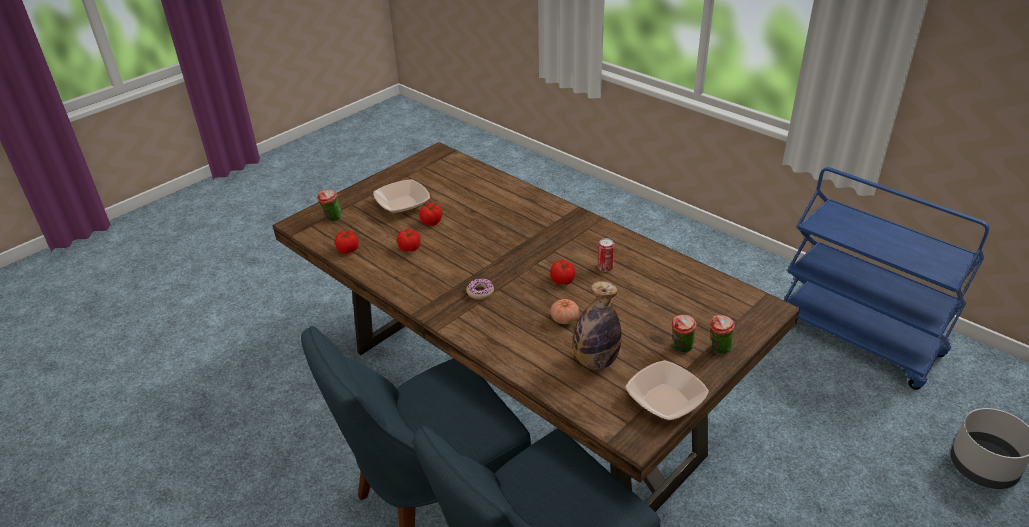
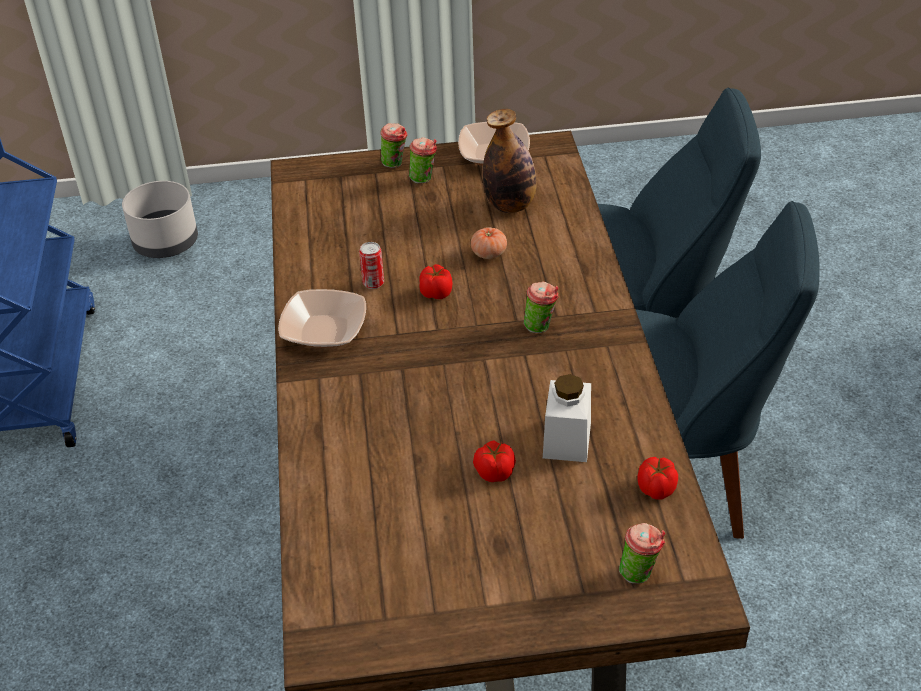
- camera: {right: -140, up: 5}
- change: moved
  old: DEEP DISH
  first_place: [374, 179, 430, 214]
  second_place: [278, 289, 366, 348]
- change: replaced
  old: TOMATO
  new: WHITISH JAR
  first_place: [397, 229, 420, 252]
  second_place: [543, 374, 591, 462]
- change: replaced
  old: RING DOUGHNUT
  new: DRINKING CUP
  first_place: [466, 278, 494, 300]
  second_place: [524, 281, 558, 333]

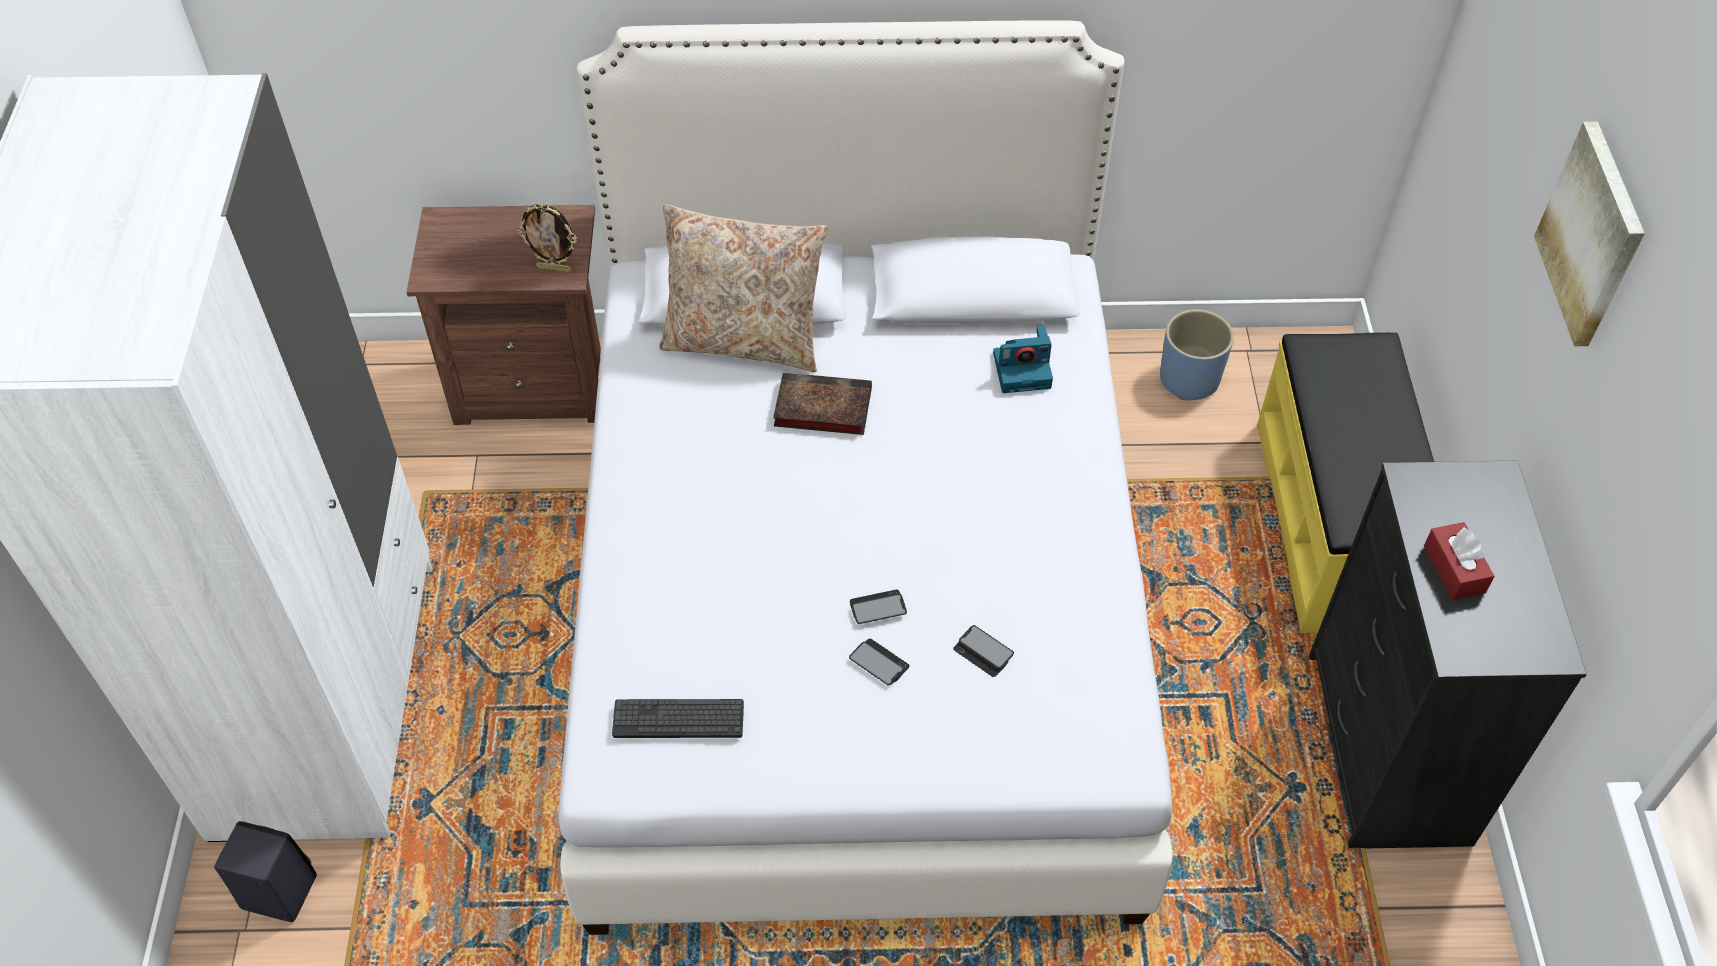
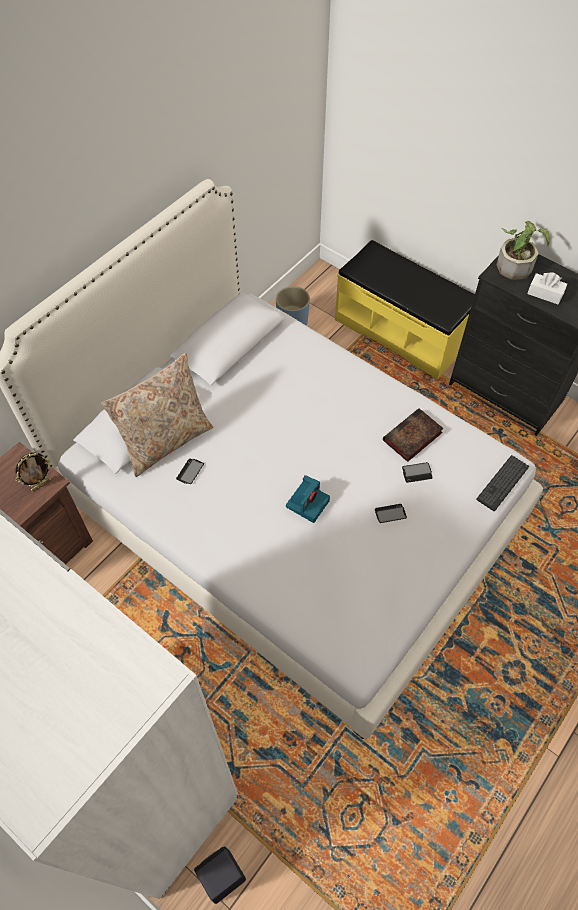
- camera: {right: -50, up: 5}
- change: removed
  old: WALL PICTURE
  first_place: [1534, 122, 1645, 346]
- change: moved
  old: STILL CAMERA
  first_place: [993, 325, 1053, 393]
  second_place: [286, 475, 330, 523]
- change: moved
  old: VOLUME
  first_place: [773, 372, 872, 435]
  second_place: [383, 408, 444, 462]
- change: recoloured
  old: RED-COLOURED TISSUE BOX
  new: WHITISH TISSUE BOX
  first_place: [1424, 522, 1494, 600]
  second_place: [527, 272, 567, 304]
- change: moved
  old: TELEPHONE
  first_place: [850, 589, 907, 624]
  second_place: [176, 459, 204, 484]
- change: moved
  old: COMPUTER KEYBOARD
  first_place: [612, 699, 744, 738]
  second_place: [476, 455, 529, 511]
- change: added
  new: HOUSEPLANT
  second_place: [496, 221, 550, 280]

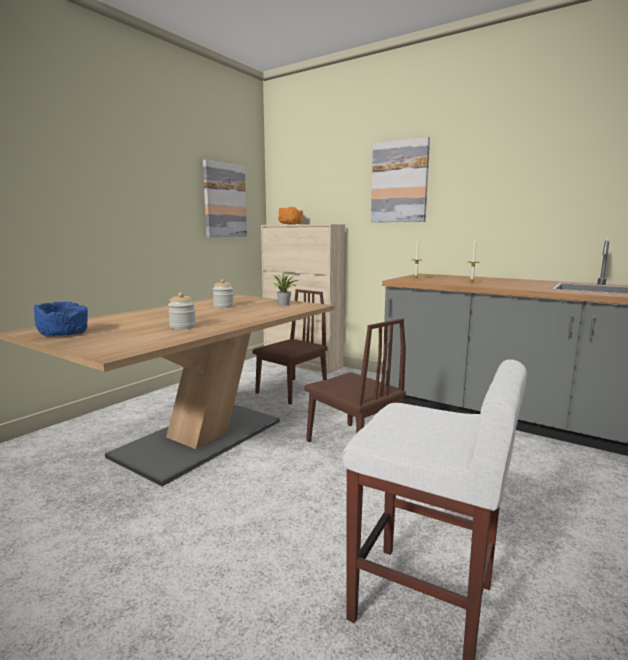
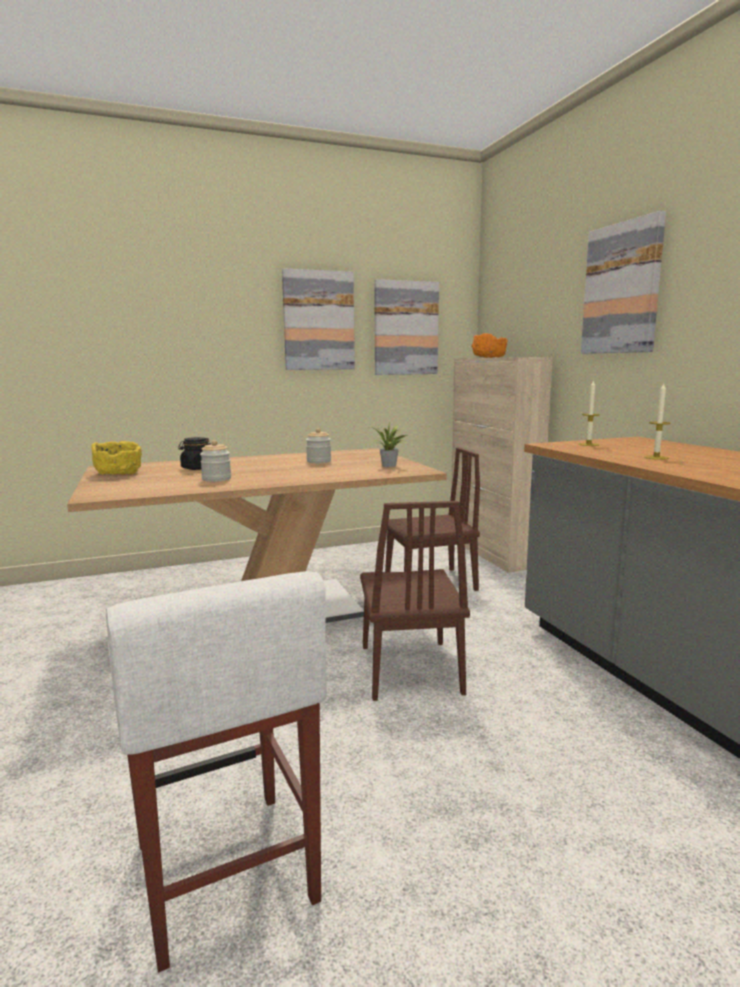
- camera: {right: 35, up: 0}
- change: recoloured
  old: BLUISH DEEP DISH
  new: YELLOW DEEP DISH
  first_place: [34, 302, 88, 337]
  second_place: [91, 441, 142, 475]
- change: added
  new: WALL PICTURE
  second_place: [282, 268, 355, 370]
- change: added
  new: BLACK JAR
  second_place: [178, 437, 211, 470]

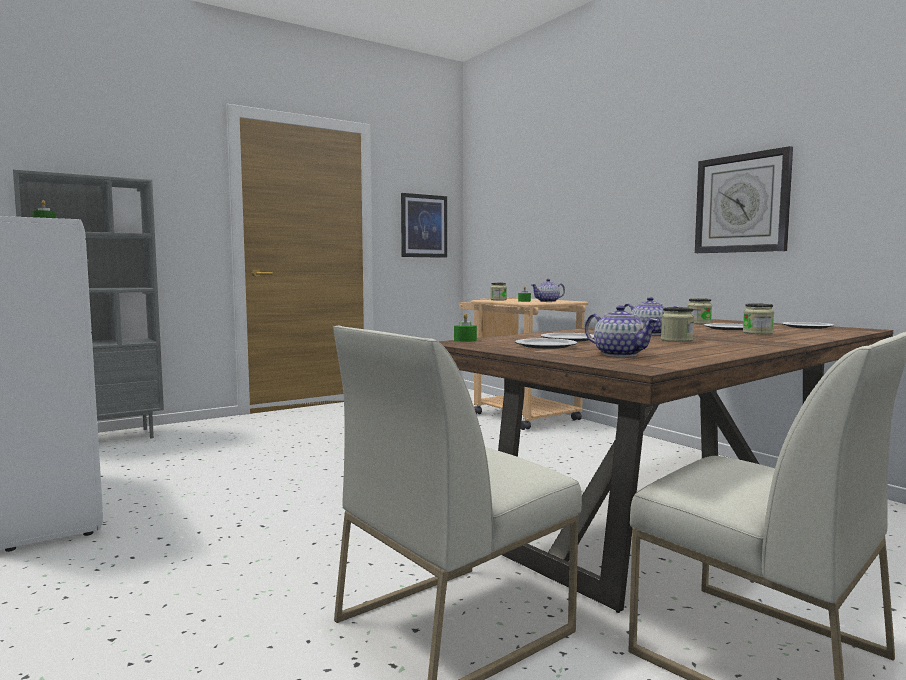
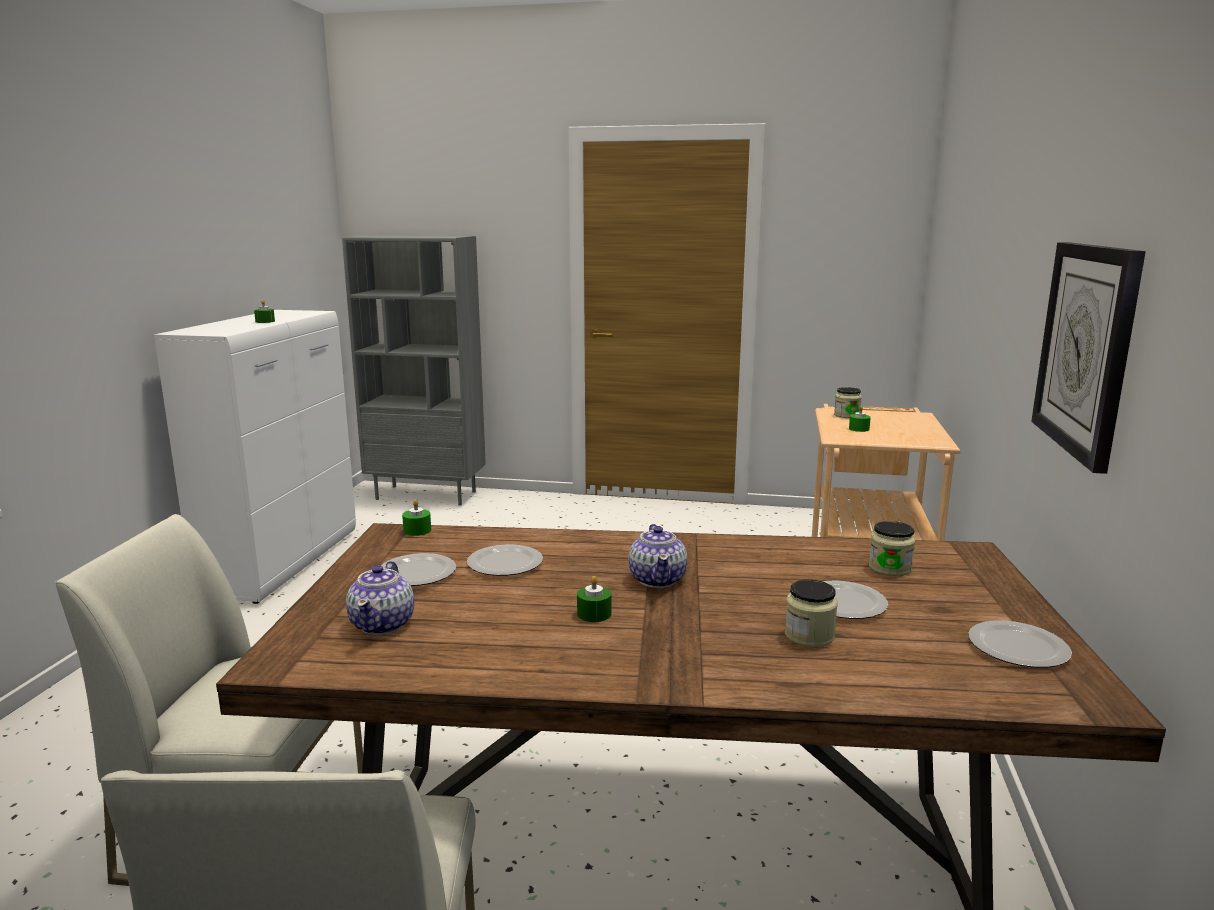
- camera: {right: 45, up: 10}
- change: removed
  old: WALL PICTURE
  first_place: [401, 193, 447, 258]
- change: removed
  old: TEA POT
  first_place: [531, 279, 565, 302]
- change: replaced
  old: JAR
  new: GREENISH CANDLE
  first_place: [661, 307, 694, 342]
  second_place: [577, 576, 611, 622]

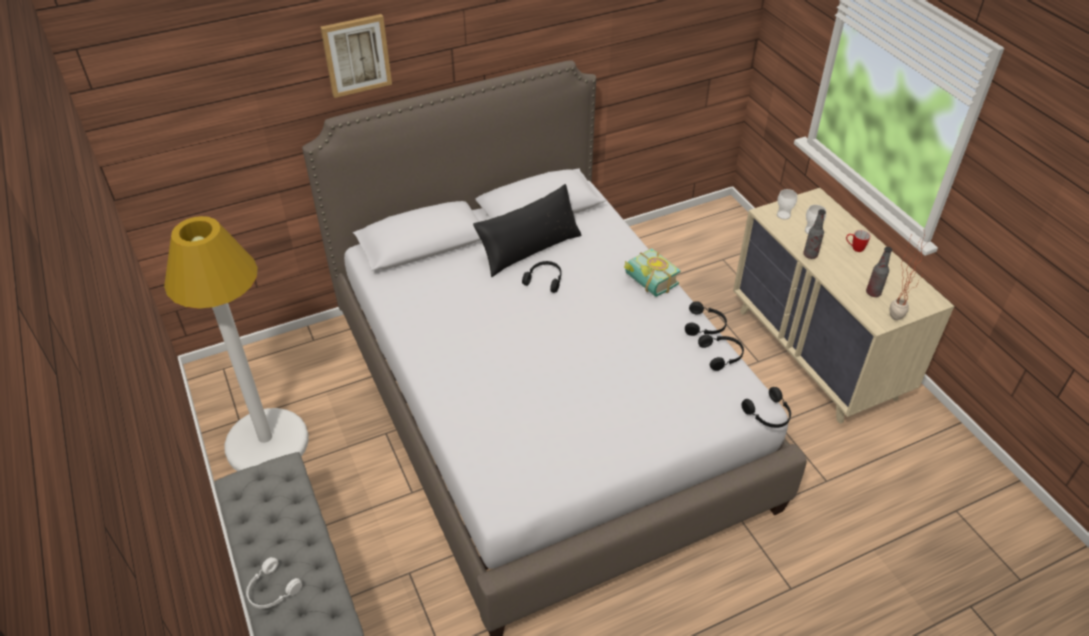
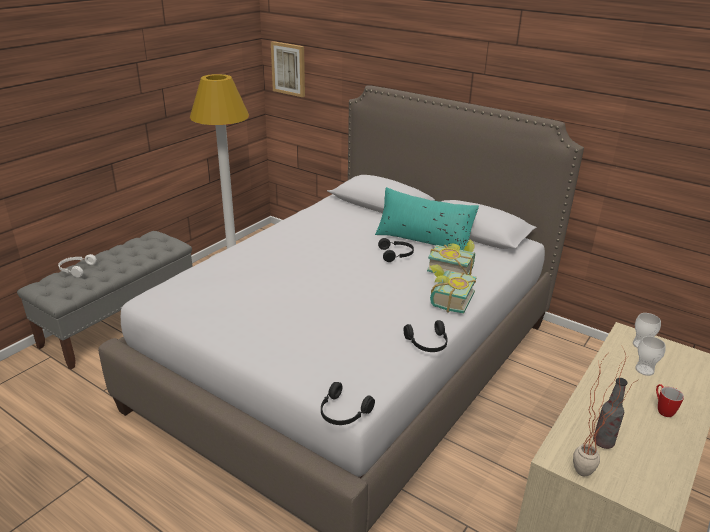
- camera: {right: 60, up: -15}
- change: moved
  old: WALL PICTURE
  first_place: [320, 14, 392, 98]
  second_place: [271, 41, 305, 97]
- change: recoloured
  old: BLACK CUSHION
  new: TURQUOISE CUSHION
  first_place: [473, 184, 582, 277]
  second_place: [375, 187, 479, 250]
- change: removed
  old: BOTTLE
  first_place: [803, 209, 826, 259]
- change: removed
  old: BLACK HEADPHONES
  first_place: [698, 334, 744, 371]
- change: added
  new: VOLUME
  second_place: [427, 240, 475, 275]

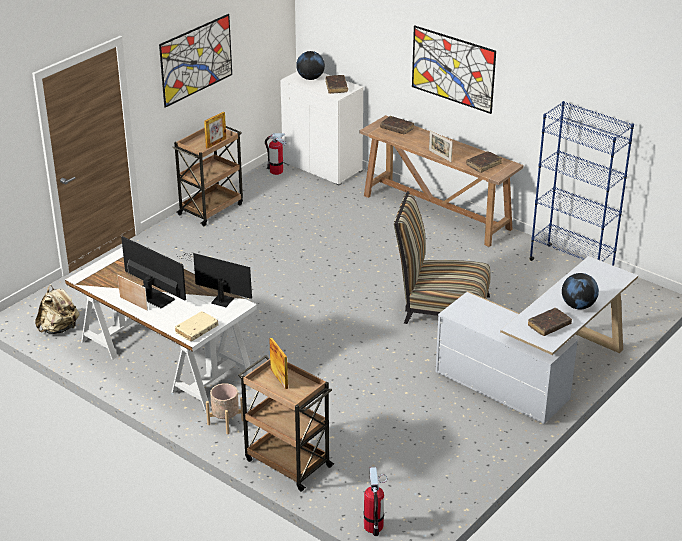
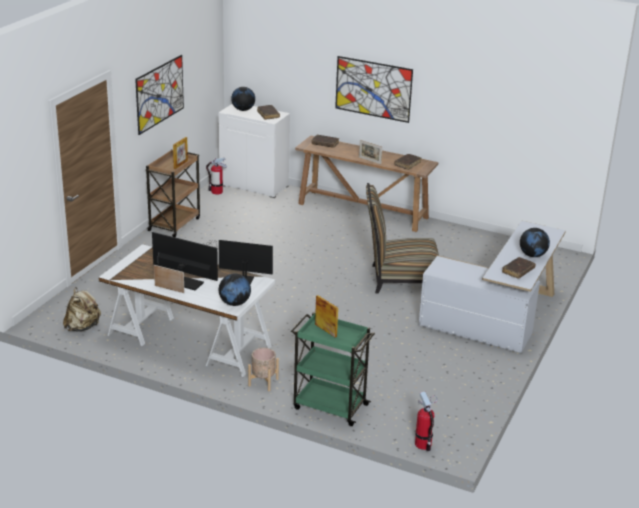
- camera: {right: -15, up: -5}
- change: removed
  old: BLUISH BOOKCASE
  first_place: [529, 101, 634, 266]
- change: replaced
  old: SAND-COLOURED VOLUME
  new: WORLD GLOBE
  first_place: [175, 311, 218, 341]
  second_place: [219, 274, 251, 306]
- change: recoloured
  old: BROWN-COLOURED TROLLEY
  new: GREENISH TROLLEY
  first_place: [238, 355, 334, 492]
  second_place: [291, 312, 375, 426]

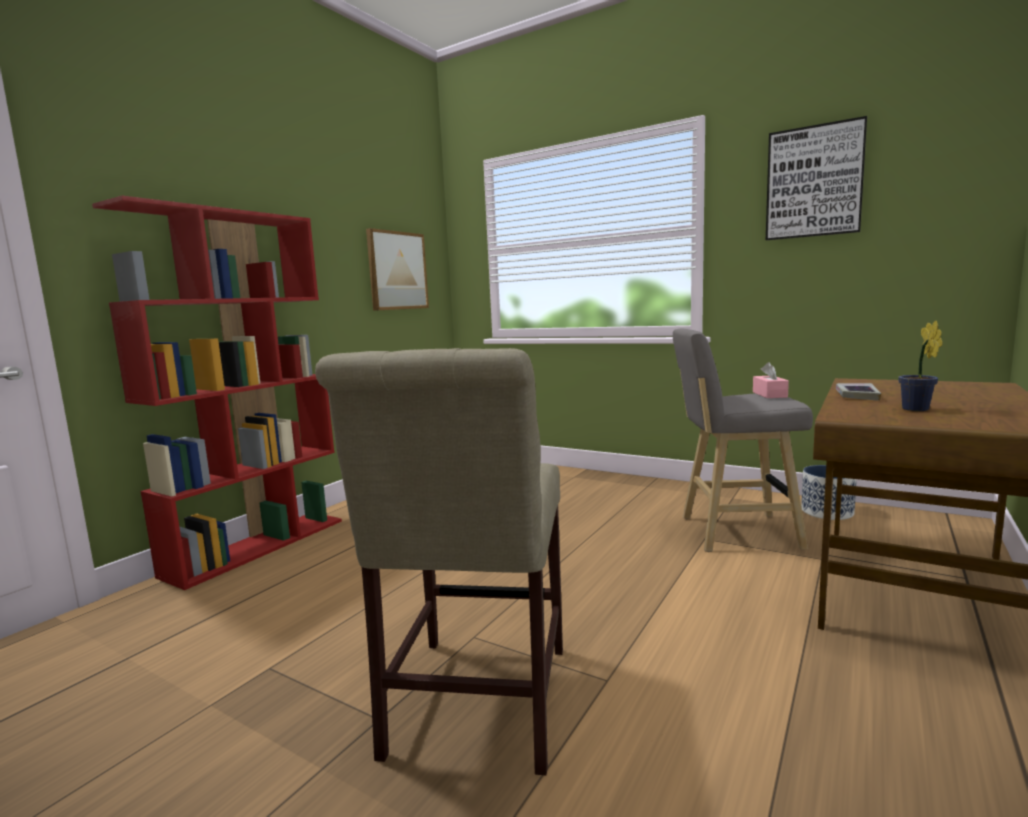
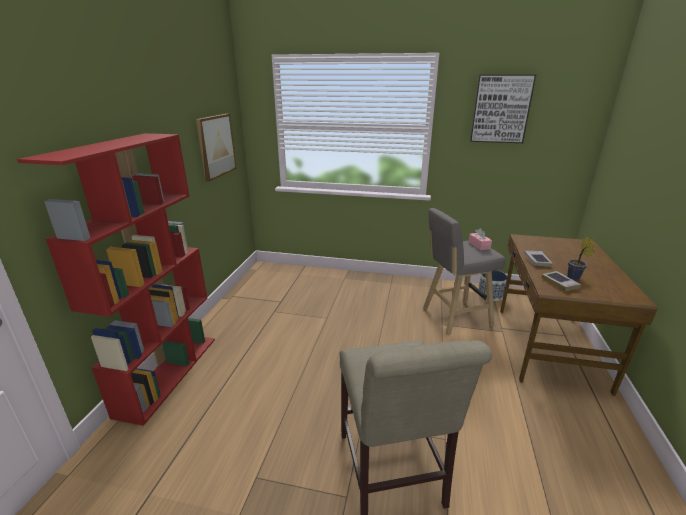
- camera: {right: -20, up: 15}
- change: added
  new: VOLUME
  second_place: [542, 271, 581, 292]

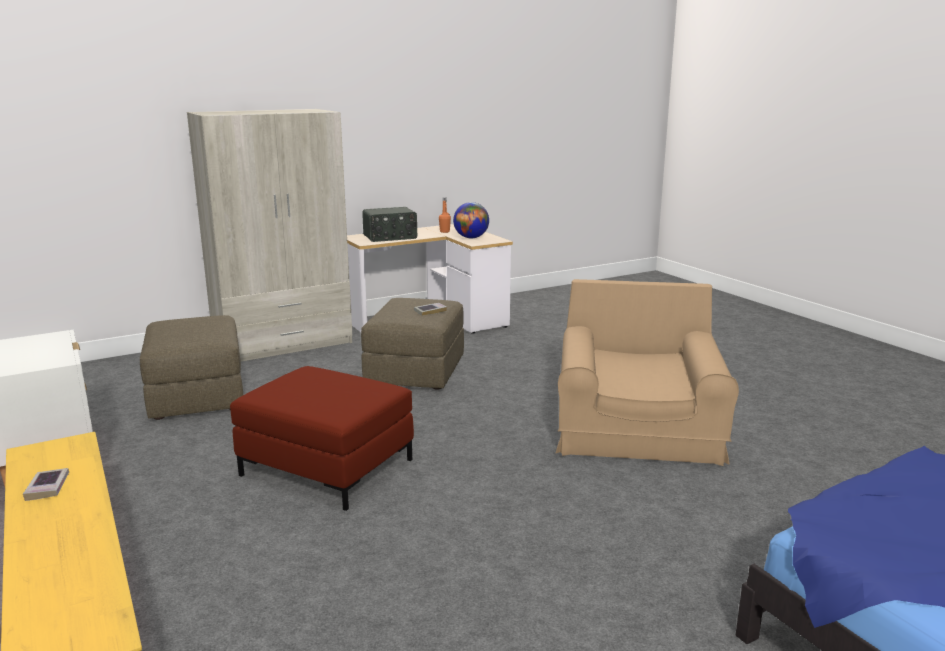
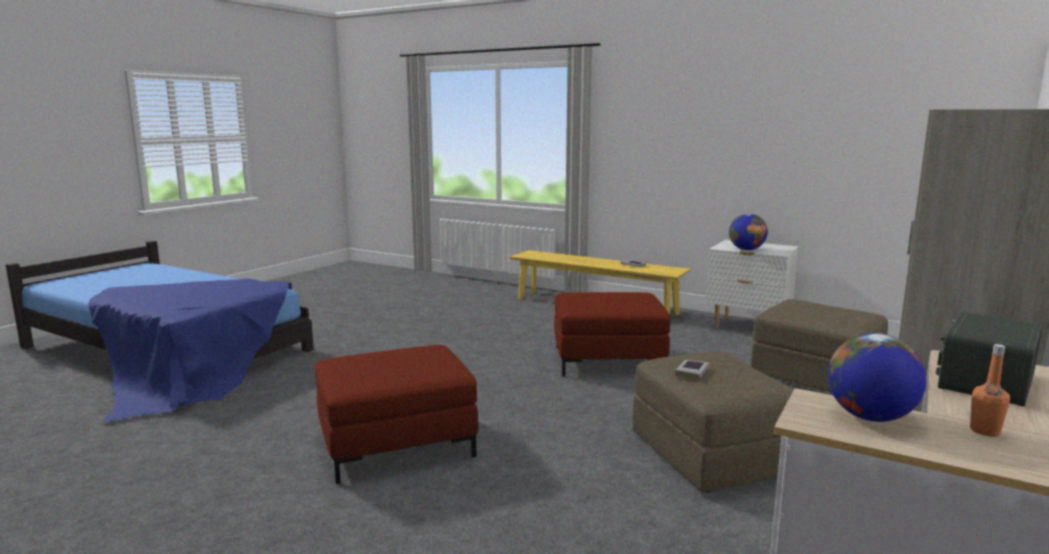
- camera: {right: 150, up: -5}
- change: replaced
  old: BROWN-COLOURED ARMCHAIR
  new: RED-COLOURED FOOTREST
  first_place: [555, 279, 739, 466]
  second_place: [315, 345, 478, 484]
- change: added
  new: WORLD GLOBE
  second_place: [729, 214, 768, 250]

